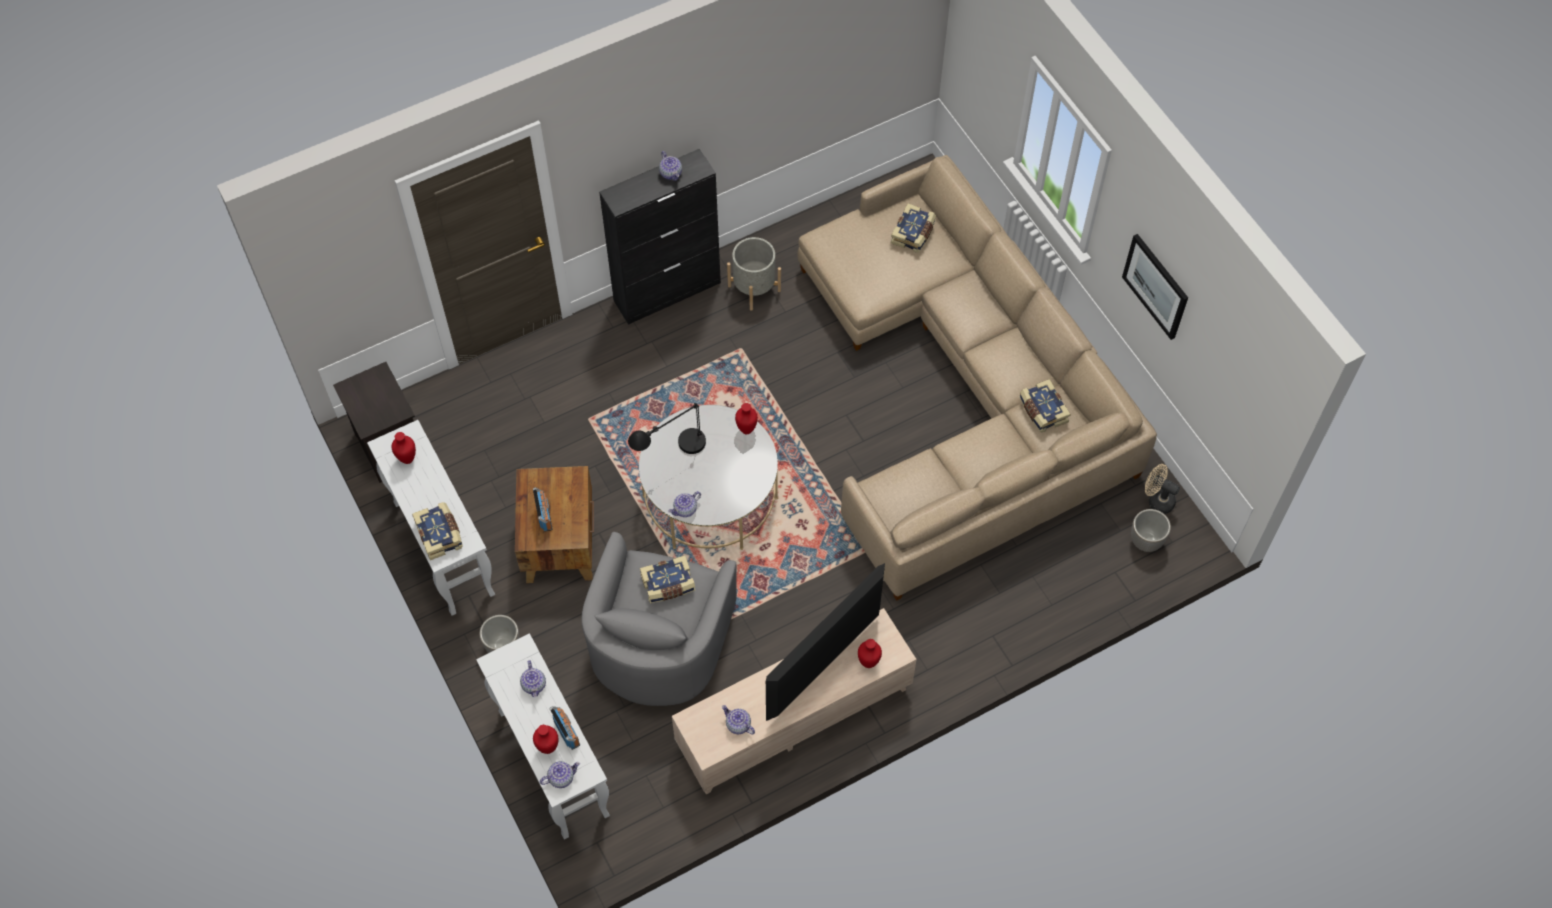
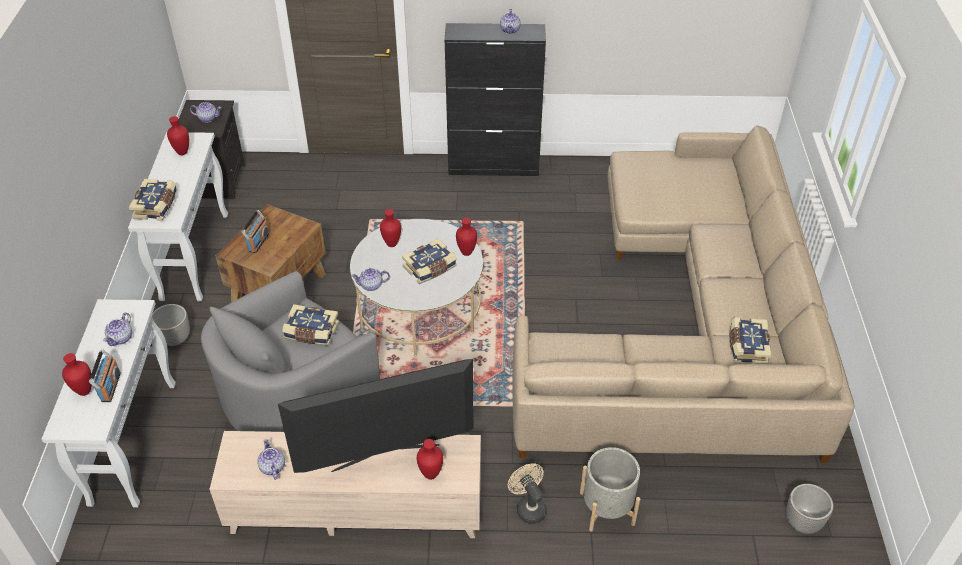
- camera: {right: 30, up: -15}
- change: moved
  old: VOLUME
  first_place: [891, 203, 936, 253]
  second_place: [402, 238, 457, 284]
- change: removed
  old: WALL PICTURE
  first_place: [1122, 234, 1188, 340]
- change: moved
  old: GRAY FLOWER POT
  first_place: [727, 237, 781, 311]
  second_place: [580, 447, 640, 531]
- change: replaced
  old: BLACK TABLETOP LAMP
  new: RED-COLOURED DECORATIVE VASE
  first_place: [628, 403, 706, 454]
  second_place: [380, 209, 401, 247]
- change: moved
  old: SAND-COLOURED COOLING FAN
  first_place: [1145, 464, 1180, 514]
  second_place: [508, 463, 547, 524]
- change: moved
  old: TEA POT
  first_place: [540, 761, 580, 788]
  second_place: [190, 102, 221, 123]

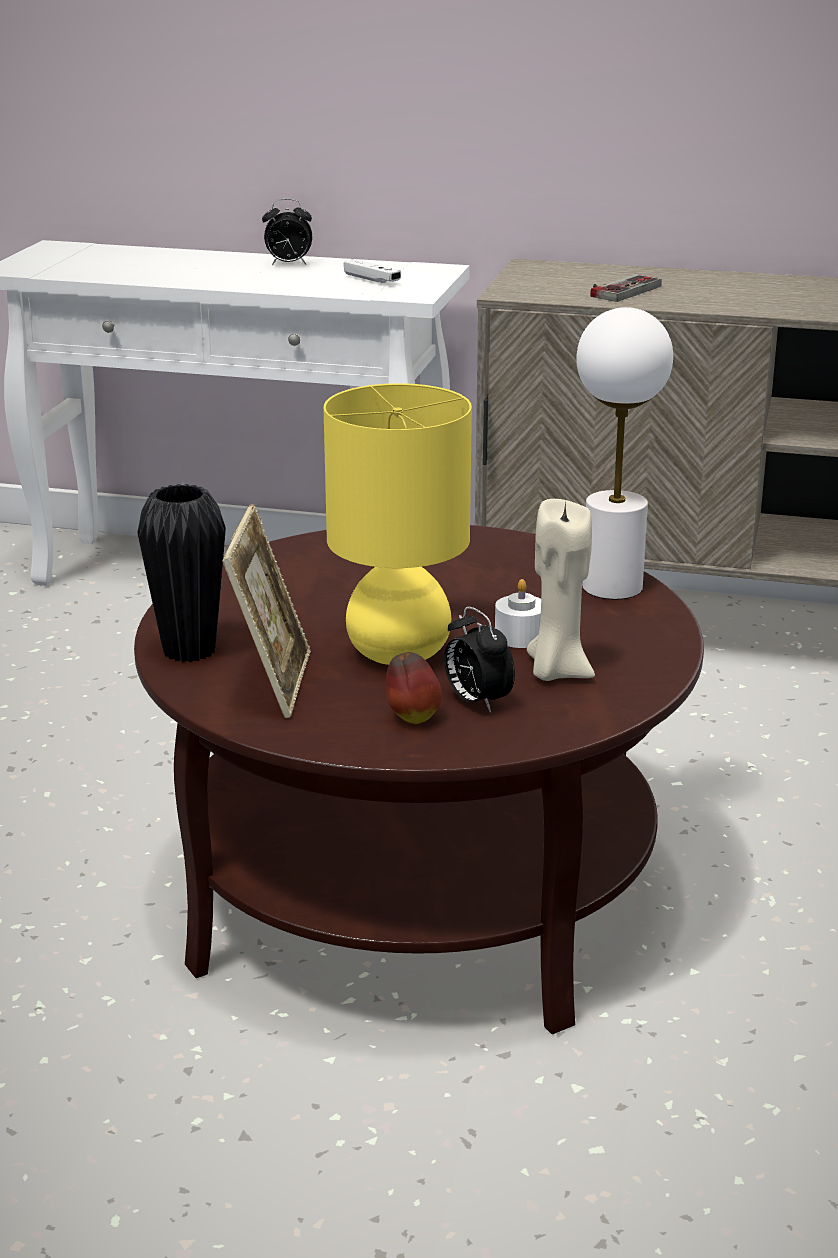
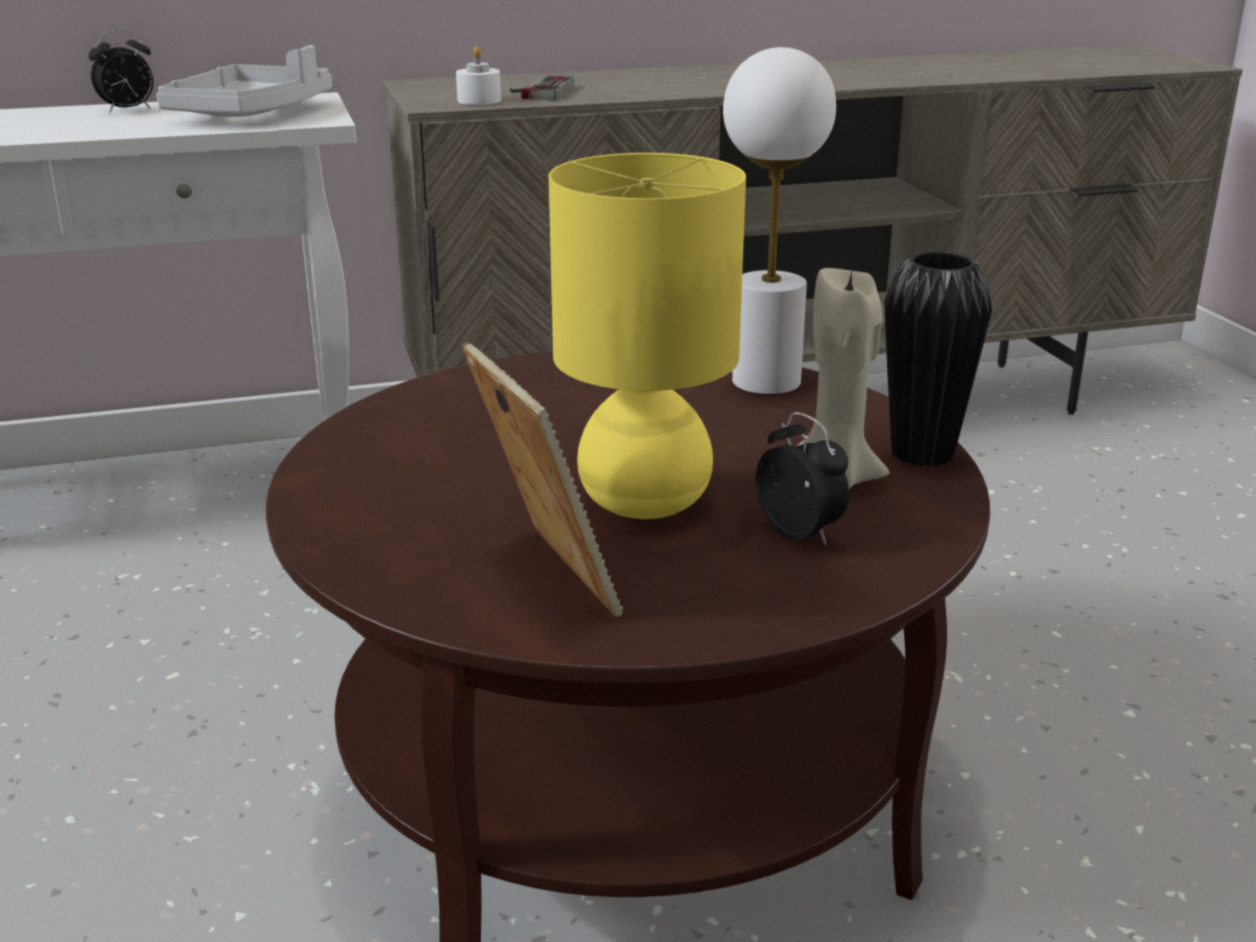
- camera: {right: -30, up: 0}
- change: replaced
  old: WHITISH GAMEPAD
  new: GRAY TRAY
  first_place: [344, 259, 401, 283]
  second_place: [156, 45, 332, 117]
- change: moved
  old: BLACK DECORATIVE VASE
  first_place: [137, 484, 226, 663]
  second_place: [884, 251, 992, 467]
- change: moved
  old: WHITISH CANDLE
  first_place: [495, 579, 541, 648]
  second_place: [456, 46, 501, 105]
- change: turned
  old: TABLE CLOCK
  first_place: [444, 606, 515, 713]
  second_place: [756, 412, 849, 546]
  degrees: -150
- change: removed
  old: WHOLE APPLE
  first_place: [386, 652, 442, 724]

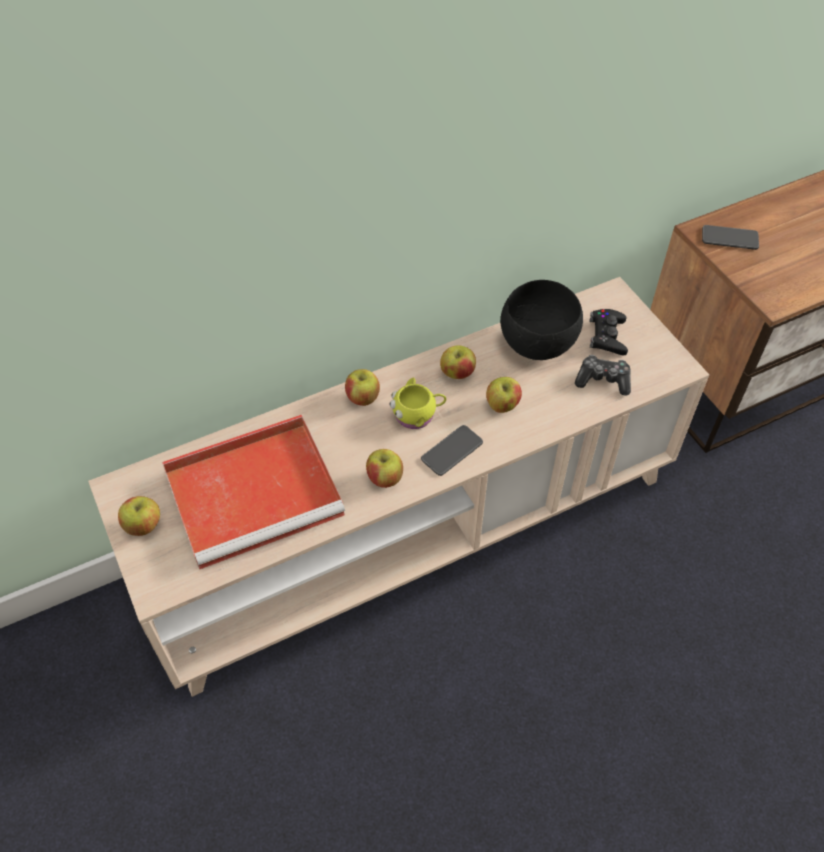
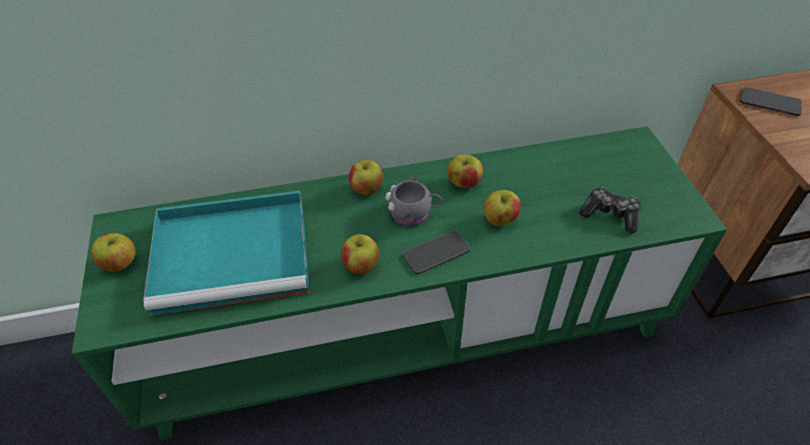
- camera: {right: 15, up: -5}
- change: recoloured
  old: SAND-COLOURED MEDIA CONSOLE
  new: GREENISH MEDIA CONSOLE
  first_place: [88, 277, 709, 697]
  second_place: [72, 126, 727, 441]
- change: removed
  old: BLACK DEEP DISH
  first_place: [500, 280, 583, 360]
- change: removed
  old: BLACK GAMEPAD
  first_place: [589, 309, 628, 355]
- change: recoloured
  old: YELLOW MUG
  new: GRAY MUG
  first_place: [389, 377, 446, 429]
  second_place: [385, 175, 443, 226]
- change: recoloured
  old: RED-COLOURED TRAY
  new: TURQUOISE TRAY
  first_place: [162, 415, 345, 570]
  second_place: [143, 191, 309, 316]

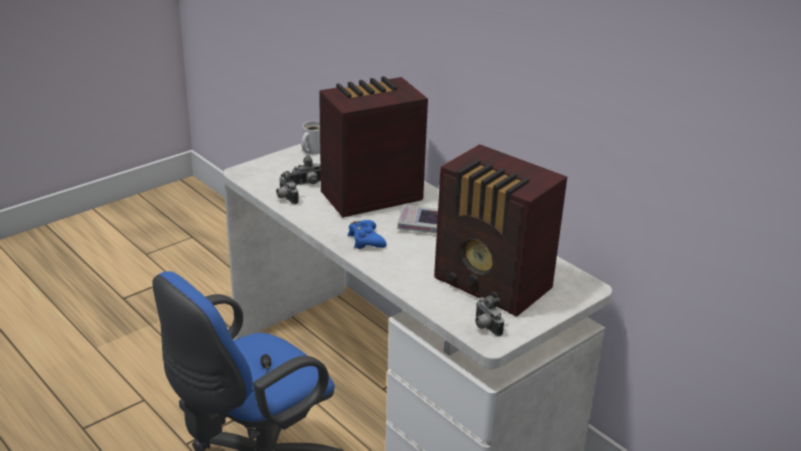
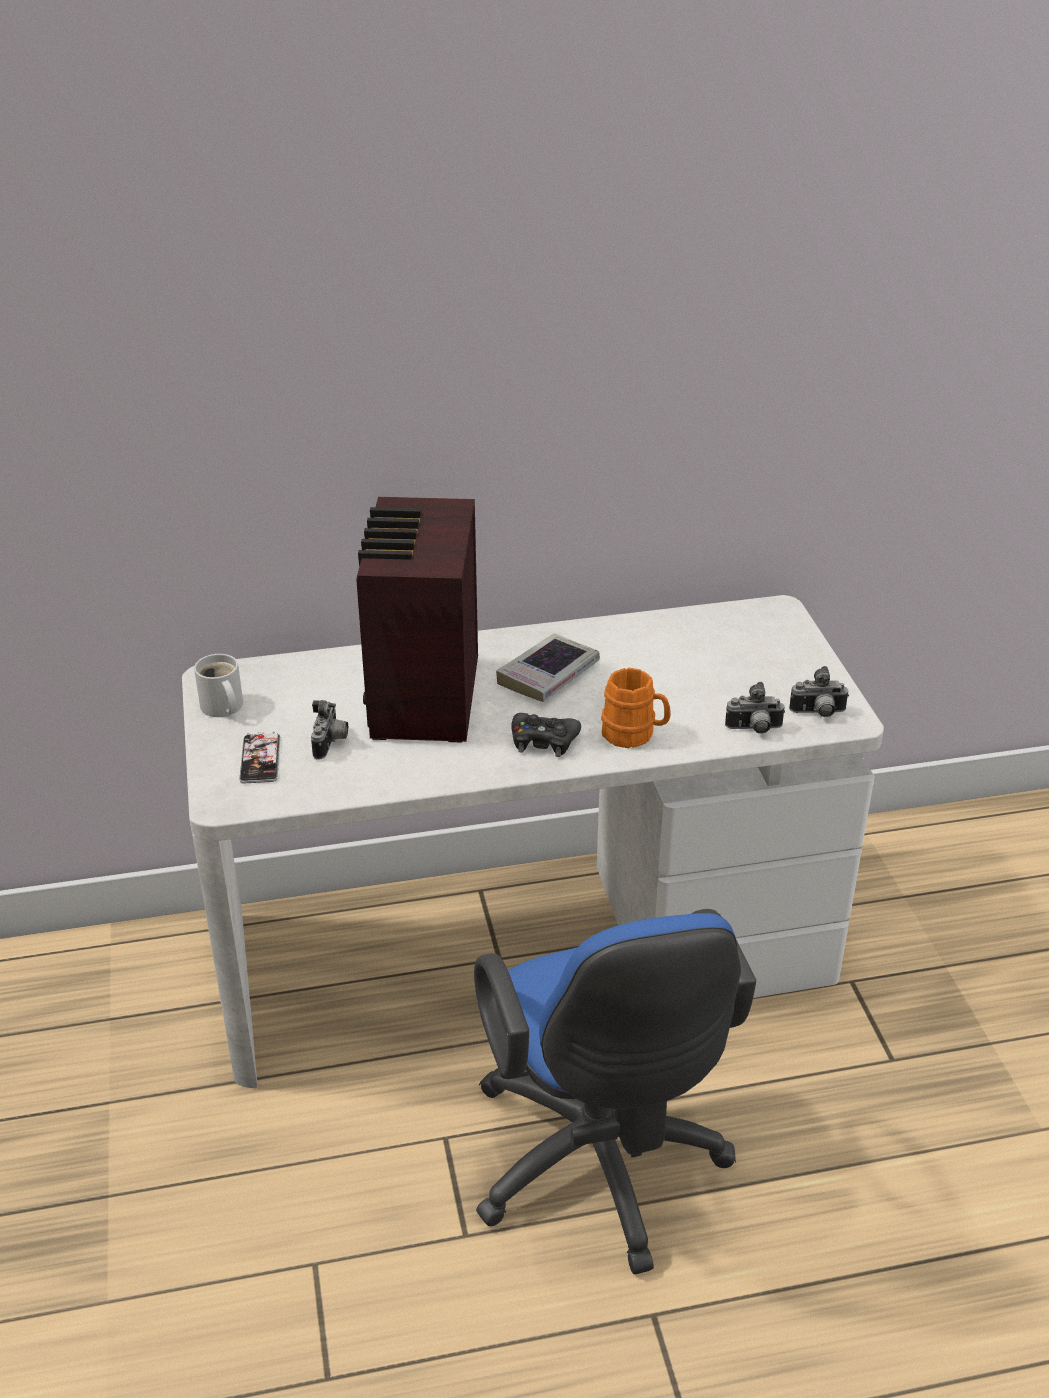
- camera: {right: -60, up: 5}
- change: removed
  old: RADIO
  first_place: [434, 144, 567, 317]
- change: moved
  old: STILL CAMERA
  first_place: [276, 171, 299, 204]
  second_place: [725, 682, 785, 734]
- change: recoloured
  old: BLUISH GAMEPAD
  new: BLACK GAMEPAD
  first_place: [348, 220, 387, 249]
  second_place: [511, 713, 581, 757]
- change: added
  new: ORANGEY MUG
  second_place: [601, 668, 671, 748]
- change: added
  new: TELEPHONE
  second_place: [239, 732, 280, 783]

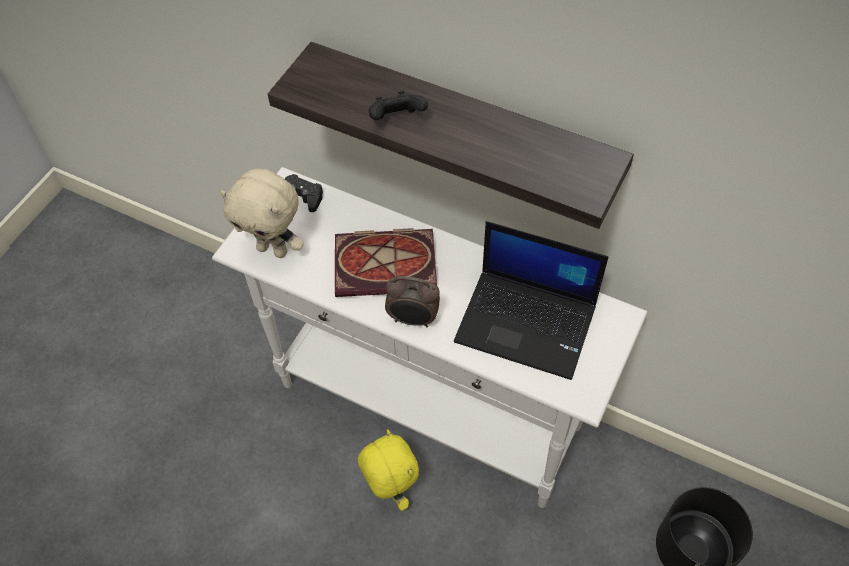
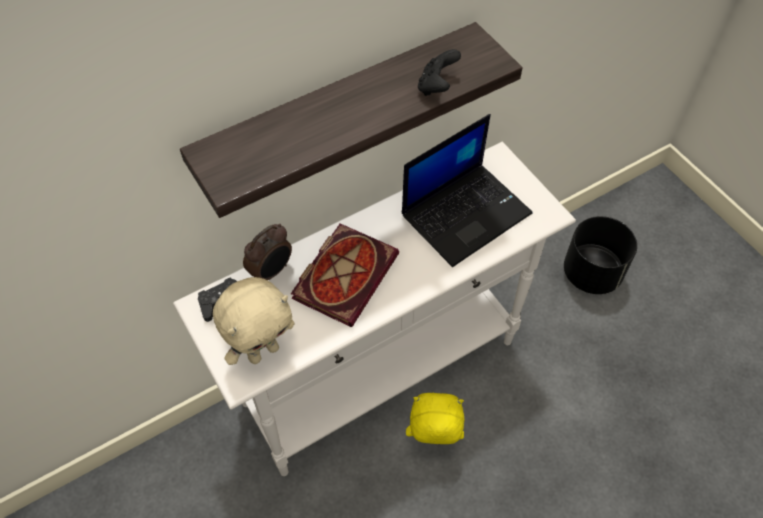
- camera: {right: -60, up: 0}
- change: moved
  old: BLACK GAMEPAD
  first_place: [369, 91, 428, 120]
  second_place: [418, 49, 461, 96]
- change: moved
  old: TABLE CLOCK
  first_place: [385, 276, 440, 327]
  second_place: [243, 224, 292, 280]

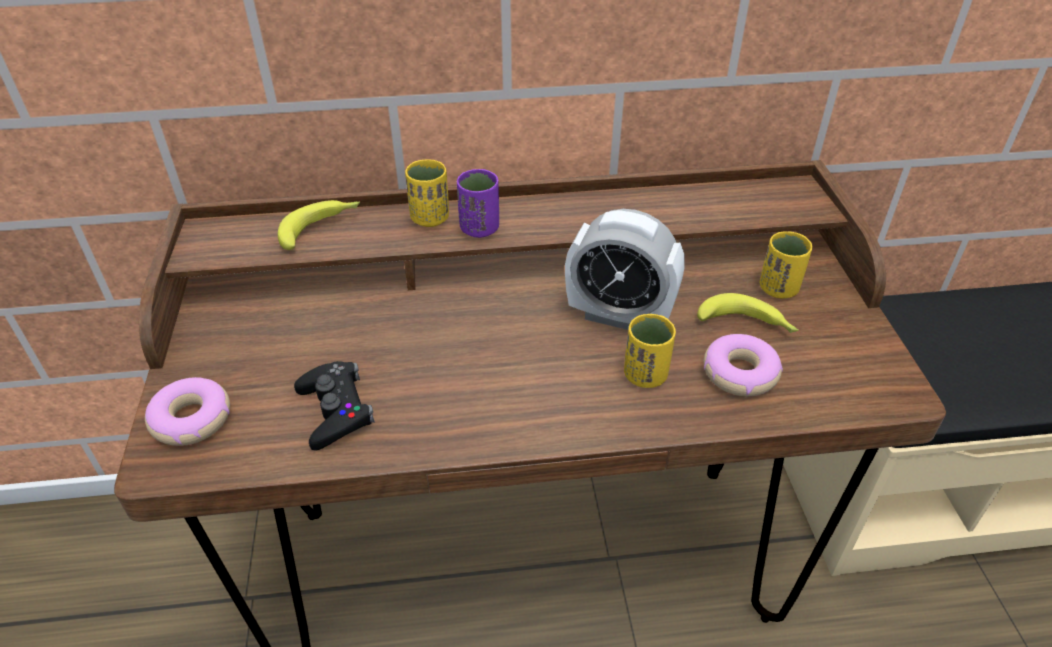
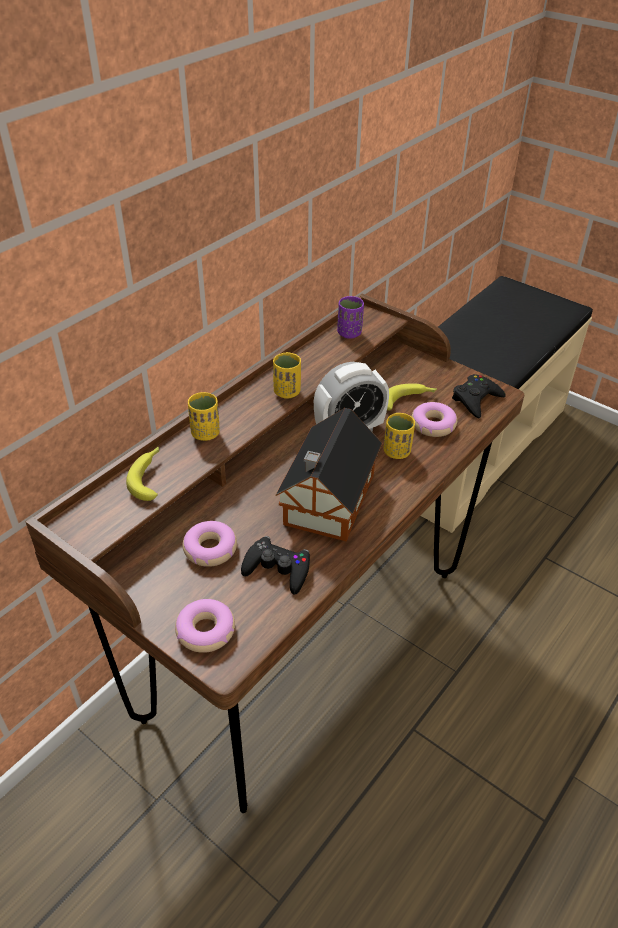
- camera: {right: -45, up: 0}
- change: moved
  old: PURPLE DRINKING CUP
  first_place: [457, 169, 499, 238]
  second_place: [337, 296, 364, 339]
- change: moved
  old: YELLOW DRINKING CUP
  first_place: [760, 231, 812, 298]
  second_place: [273, 352, 301, 399]
- change: added
  new: BLACK GAMEPAD
  second_place: [452, 374, 506, 418]
- change: added
  new: MODEL HOUSE
  second_place: [276, 408, 382, 542]
- change: added
  new: RING DOUGHNUT
  second_place: [183, 521, 237, 567]

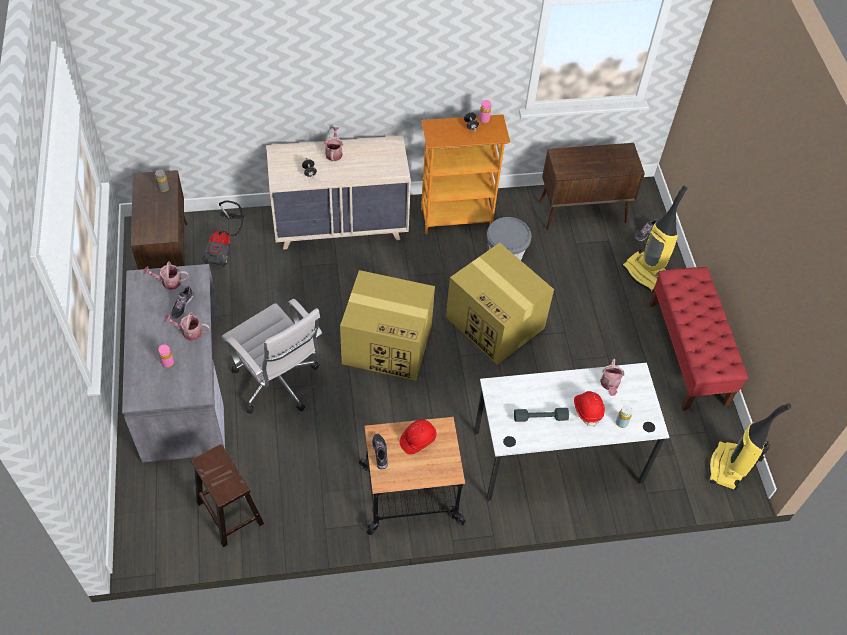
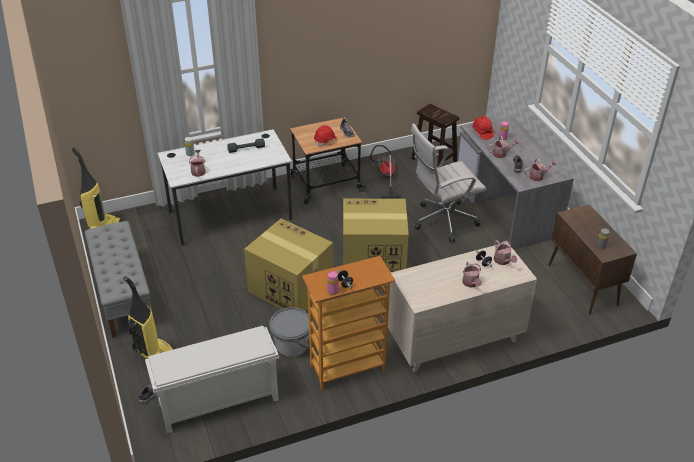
- camera: {right: 170, up: -15}
- change: replaced
  old: BROWN-COLOURED CABINET
  new: WHITISH SHOE STAND
  first_place: [539, 143, 645, 230]
  second_place: [145, 326, 279, 433]
- change: moved
  old: VACUUM
  first_place: [202, 200, 244, 267]
  second_place: [370, 145, 401, 199]
- change: recoloured
  old: RED-COLOURED INDOOR BENCH
  new: GRAY INDOOR BENCH
  first_place: [649, 267, 748, 411]
  second_place: [85, 221, 152, 338]
- change: turned
  old: WHITISH COMPUTER CHAIR
  first_place: [222, 299, 323, 414]
  second_place: [411, 123, 486, 243]
  degrees: -60
- change: moved
  old: RED-COLOURED WORK HELMET
  first_place: [574, 391, 605, 427]
  second_place: [472, 116, 494, 140]
- change: added
  new: WATERING CAN
  second_place: [494, 240, 517, 265]

